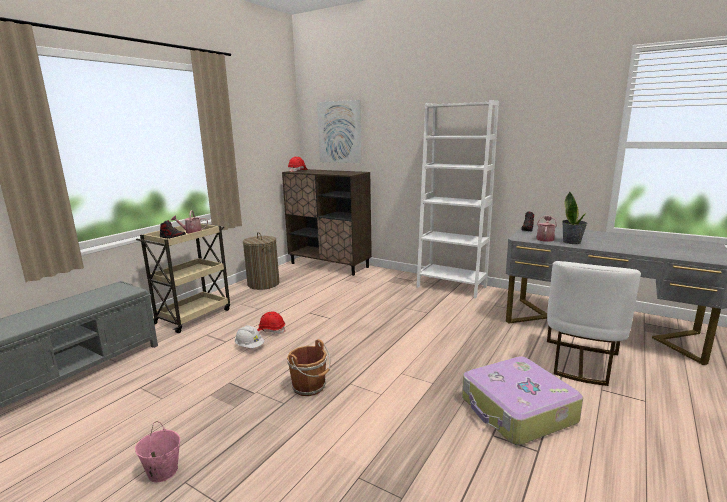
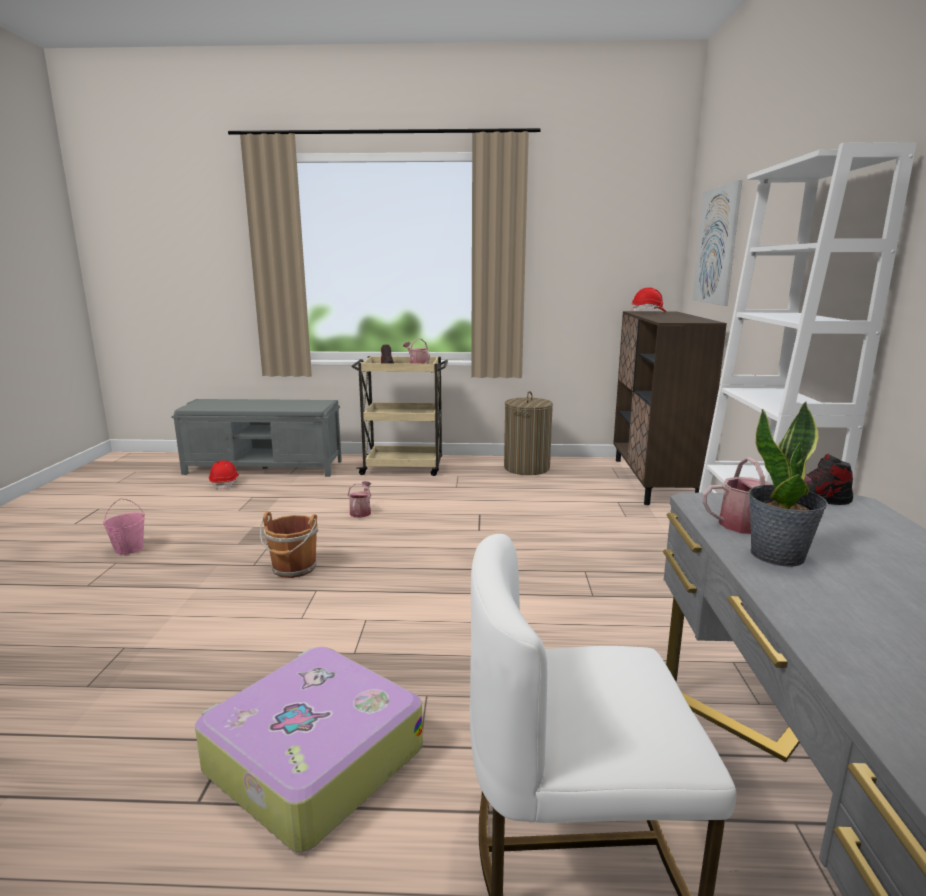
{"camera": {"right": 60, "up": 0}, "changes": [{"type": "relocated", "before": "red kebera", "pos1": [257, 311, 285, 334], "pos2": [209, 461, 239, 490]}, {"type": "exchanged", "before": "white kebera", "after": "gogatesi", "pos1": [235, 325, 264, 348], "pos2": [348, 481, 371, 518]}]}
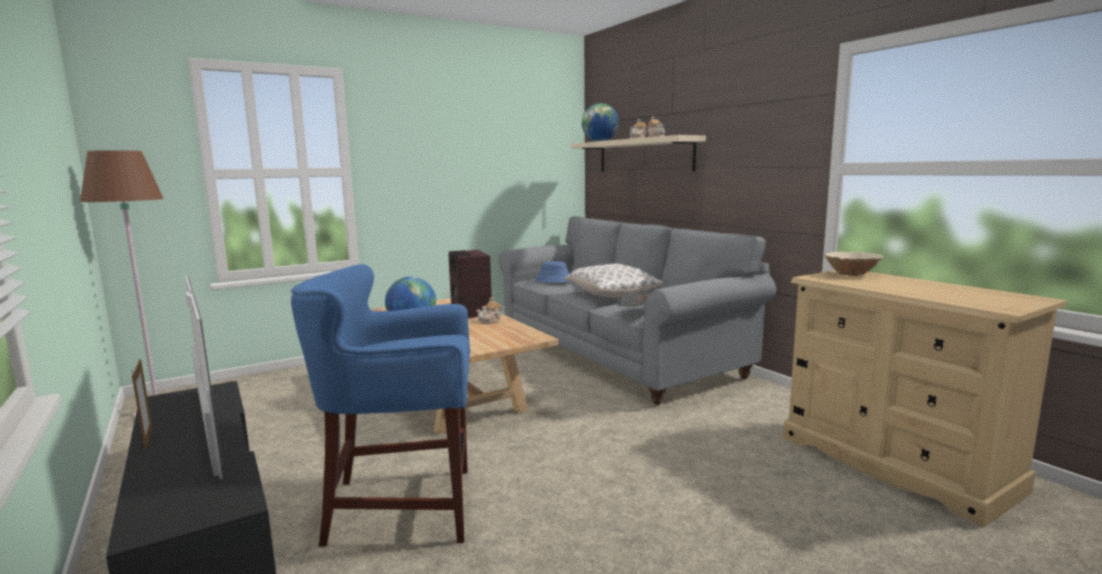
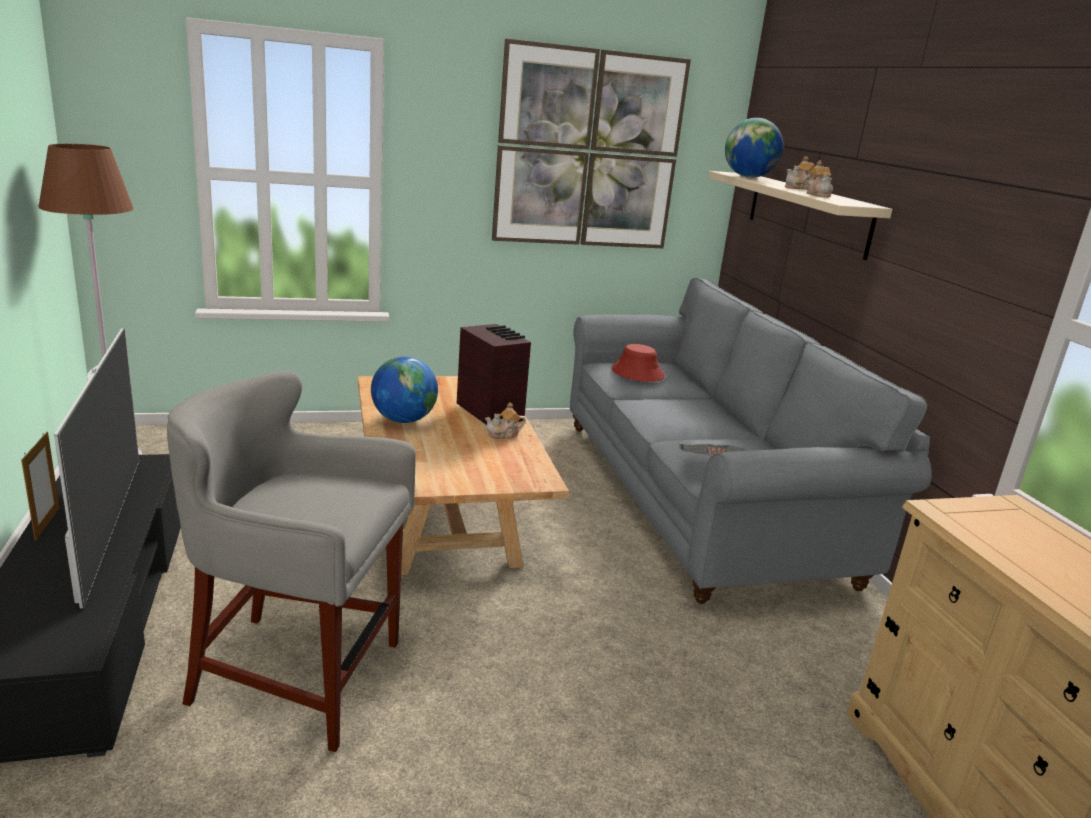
{"camera": {"right": 15, "up": 10}, "changes": [{"type": "colour", "before": "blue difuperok", "after": "grey difuperok", "pos1": [291, 264, 470, 547], "pos2": [167, 371, 416, 752]}, {"type": "spun", "before": "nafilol", "pos1": [449, 250, 492, 318], "pos2": [457, 324, 531, 425], "turn": 150}, {"type": "appeared", "after": "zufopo", "pos2": [492, 39, 691, 248]}, {"type": "colour", "before": "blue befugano", "after": "red befugano", "pos1": [535, 261, 570, 283], "pos2": [611, 344, 665, 382]}, {"type": "missing", "before": "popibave", "pos1": [565, 264, 662, 298]}, {"type": "missing", "before": "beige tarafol", "pos1": [825, 252, 883, 276]}]}
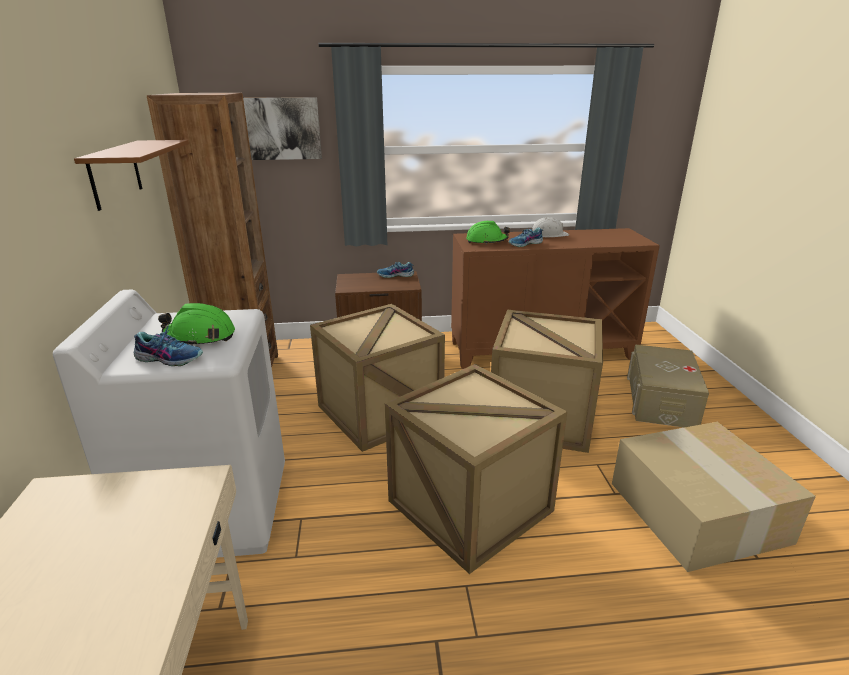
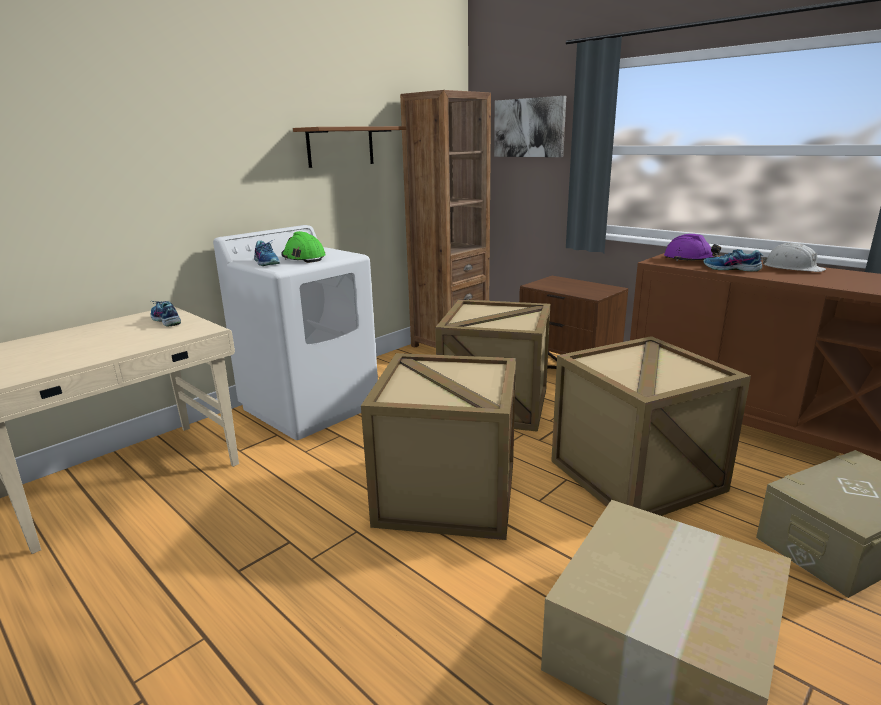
{"camera": {"right": 50, "up": -5}, "changes": [{"type": "relocated", "before": "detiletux", "pos1": [377, 262, 414, 278], "pos2": [151, 301, 181, 327]}, {"type": "colour", "before": "green kebera", "after": "purple kebera", "pos1": [466, 221, 510, 245], "pos2": [664, 234, 721, 261]}]}
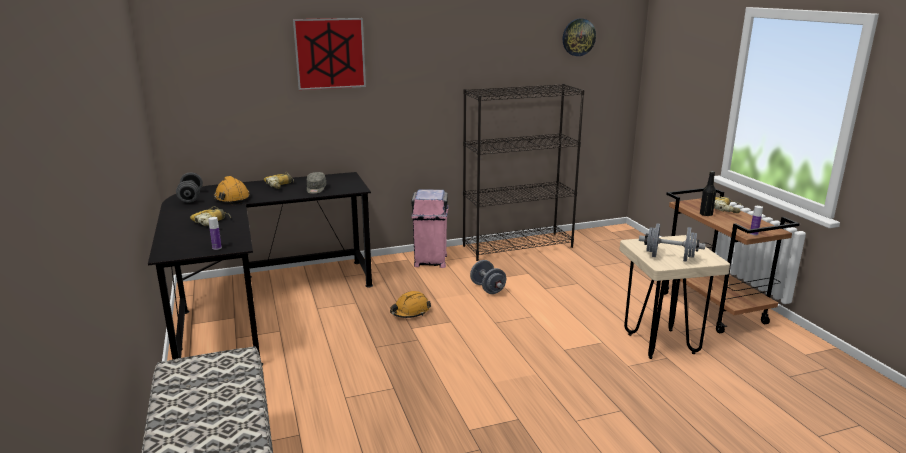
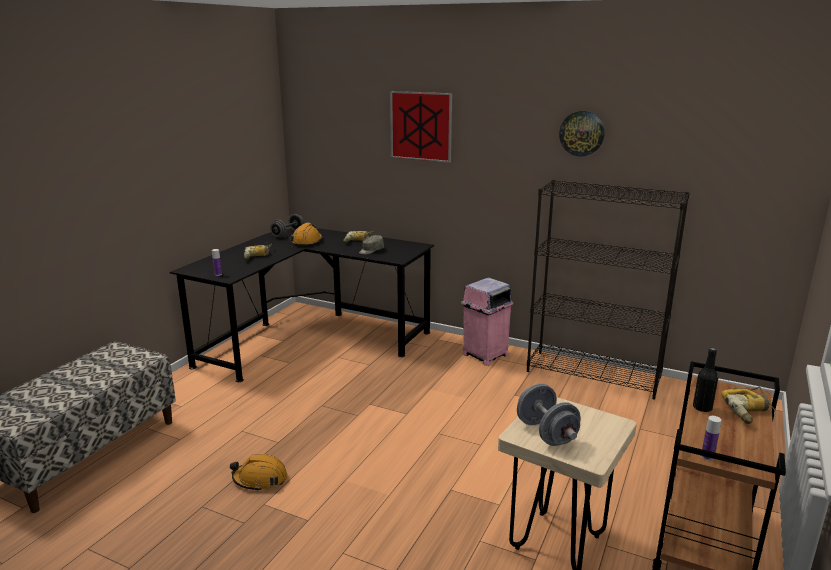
{"camera": {"right": 45, "up": 0}, "changes": [{"type": "relocated", "before": "orange kebera", "pos1": [390, 291, 431, 318], "pos2": [230, 454, 287, 492]}, {"type": "relocated", "before": "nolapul", "pos1": [563, 19, 596, 56], "pos2": [559, 111, 605, 157]}, {"type": "missing", "before": "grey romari", "pos1": [470, 260, 506, 294]}]}
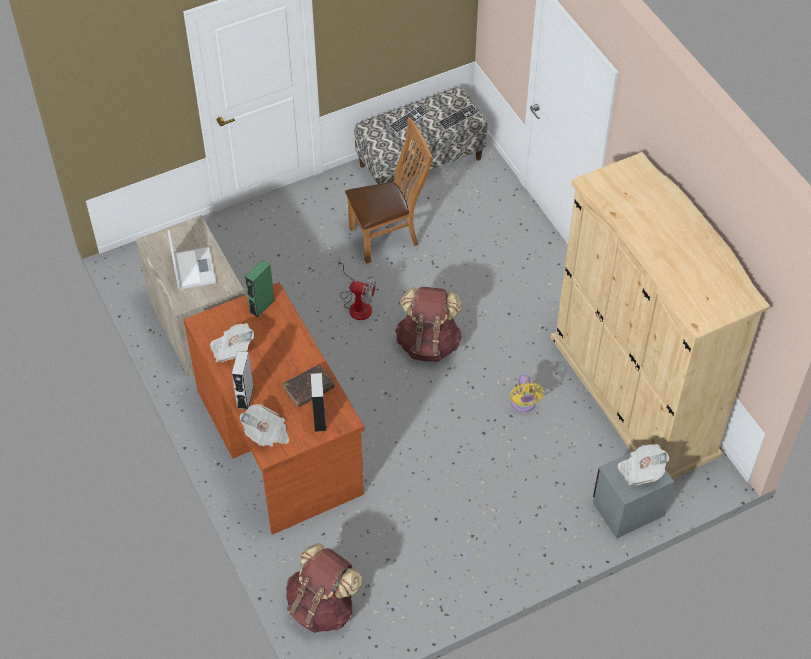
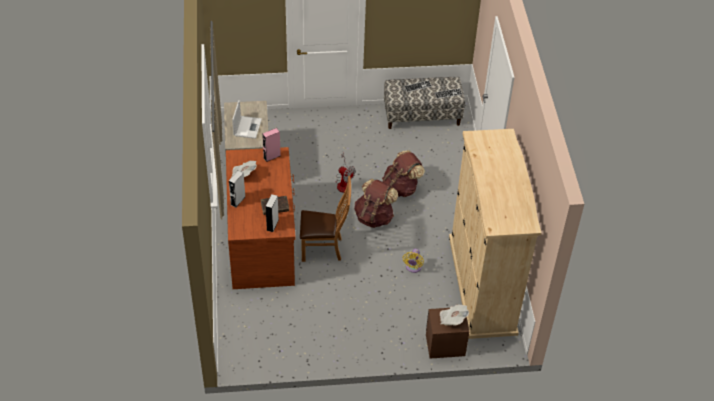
{"camera": {"right": 20, "up": -5}, "changes": [{"type": "colour", "before": "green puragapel", "after": "pink puragapel", "pos1": [245, 260, 275, 318], "pos2": [262, 128, 281, 162]}, {"type": "relocated", "before": "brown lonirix", "pos1": [345, 117, 432, 264], "pos2": [300, 176, 351, 262]}, {"type": "relocated", "before": "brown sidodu", "pos1": [286, 543, 362, 633], "pos2": [382, 150, 425, 197]}, {"type": "colour", "before": "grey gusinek", "after": "brown gusinek", "pos1": [593, 451, 674, 538], "pos2": [426, 308, 469, 359]}, {"type": "missing", "before": "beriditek", "pos1": [240, 404, 289, 447]}]}
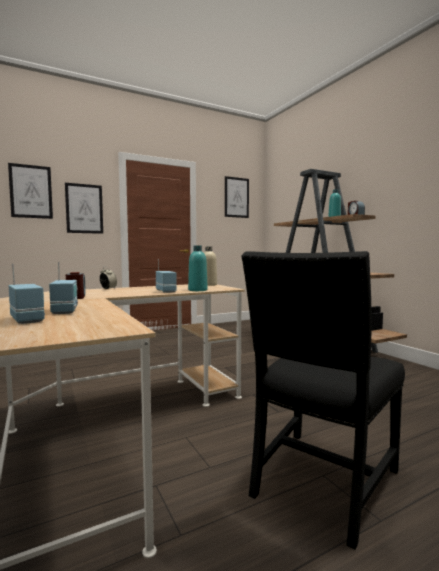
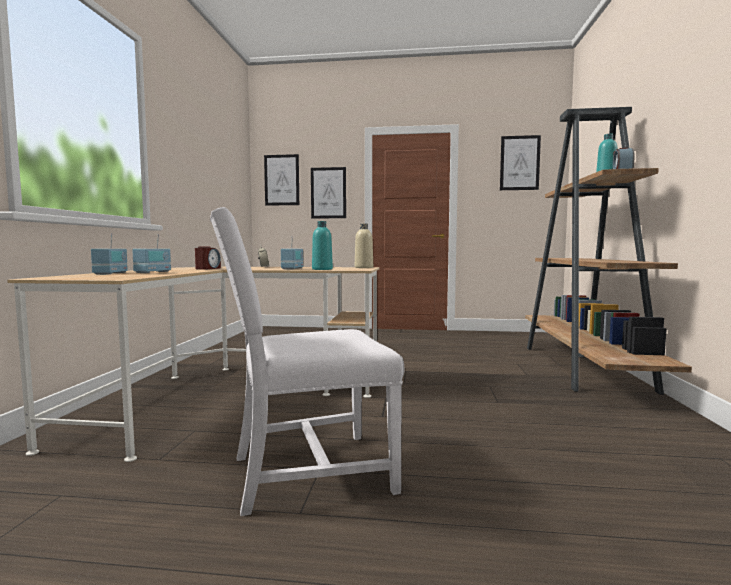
{"camera": {"right": 35, "up": 0}, "changes": [{"type": "colour", "before": "black lonirix", "after": "white lonirix", "pos1": [241, 251, 405, 550], "pos2": [210, 207, 404, 516]}]}
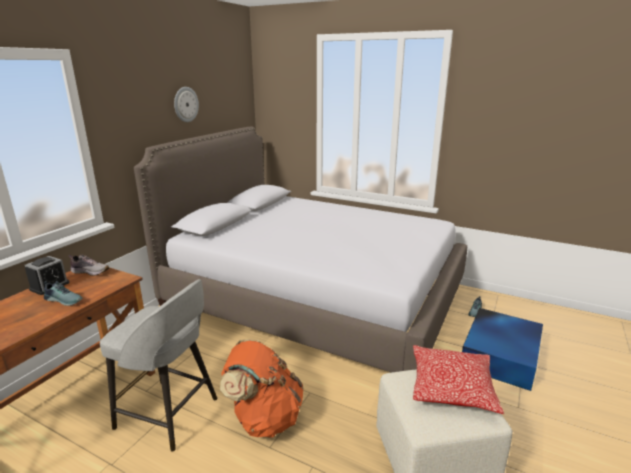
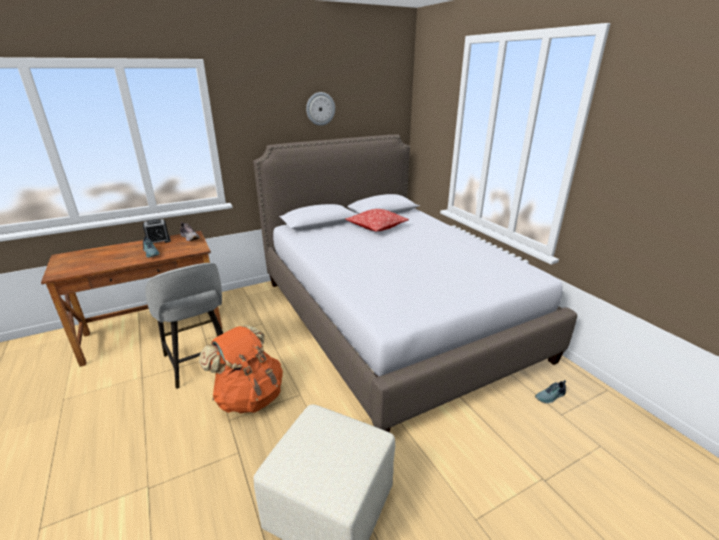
{"camera": {"right": 35, "up": 5}, "changes": [{"type": "relocated", "before": "popibave", "pos1": [413, 345, 504, 414], "pos2": [346, 209, 409, 232]}, {"type": "missing", "before": "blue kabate", "pos1": [462, 308, 543, 391]}]}
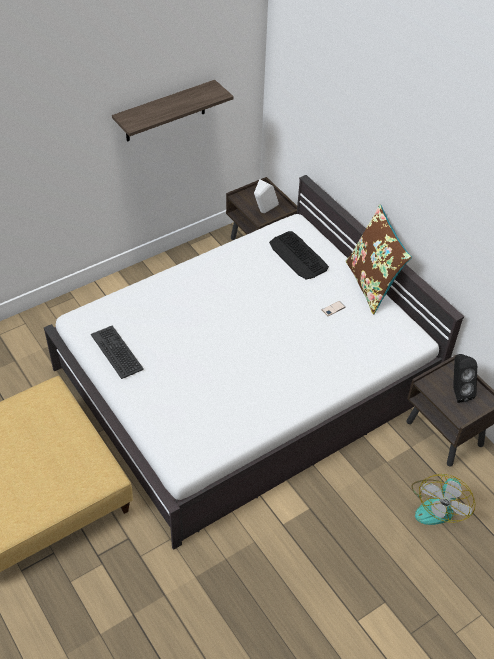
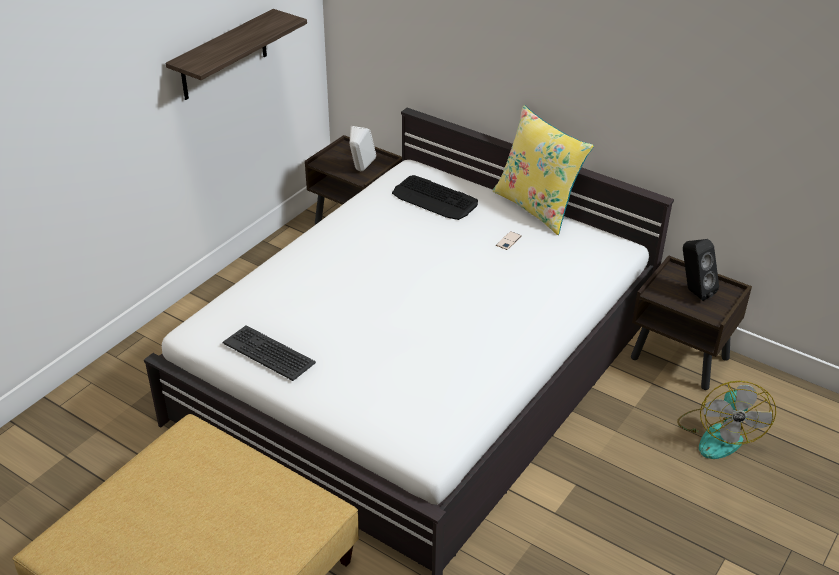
{"camera": {"right": -20, "up": -10}, "changes": [{"type": "colour", "before": "brown popibave", "after": "yellow popibave", "pos1": [346, 204, 412, 315], "pos2": [493, 105, 594, 235]}]}
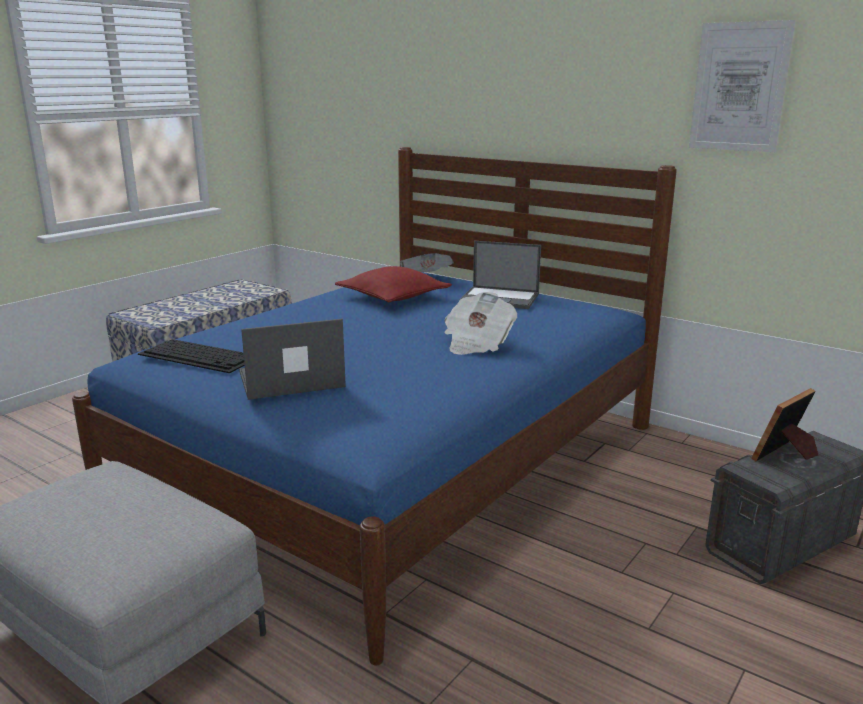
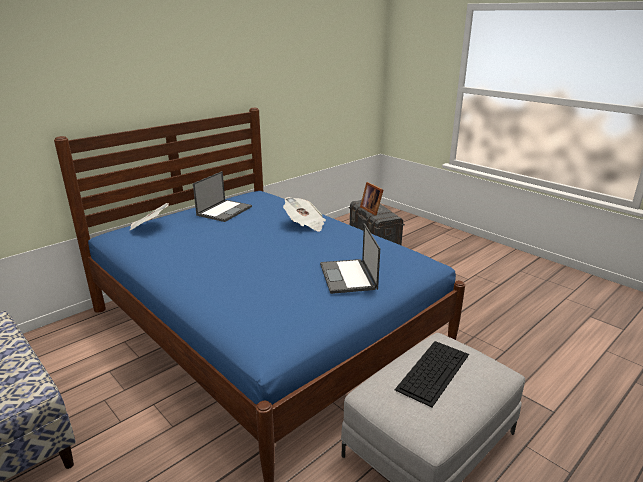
{"camera": {"right": -80, "up": 5}, "changes": [{"type": "relocated", "before": "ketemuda", "pos1": [138, 339, 245, 373], "pos2": [395, 341, 469, 407]}, {"type": "missing", "before": "red popibave", "pos1": [335, 266, 452, 302]}, {"type": "missing", "before": "zufopo", "pos1": [689, 20, 796, 152]}]}
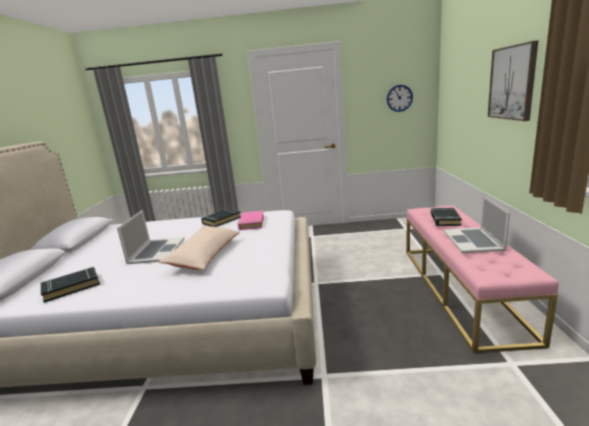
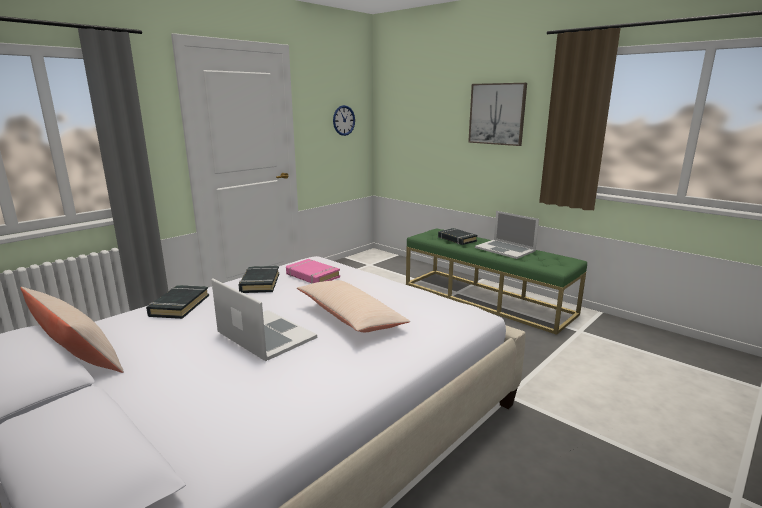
{"camera": {"right": -50, "up": 0}, "changes": [{"type": "appeared", "after": "beige popibave", "pos2": [20, 287, 124, 373]}, {"type": "relocated", "before": "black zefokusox", "pos1": [41, 267, 100, 303], "pos2": [146, 285, 209, 319]}, {"type": "colour", "before": "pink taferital", "after": "green taferital", "pos1": [407, 206, 559, 353], "pos2": [406, 228, 587, 335]}]}
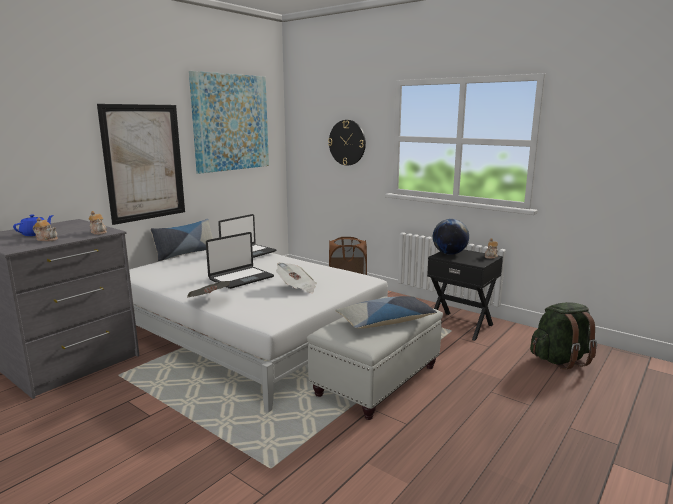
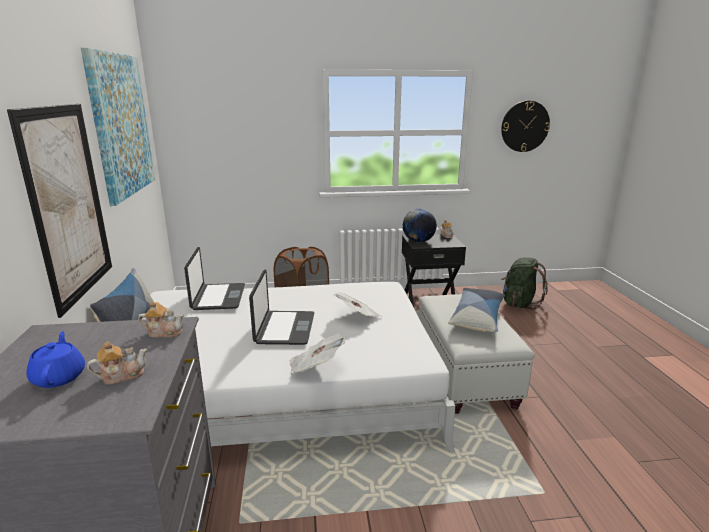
{"camera": {"right": -45, "up": 5}, "changes": [{"type": "relocated", "before": "nolapul", "pos1": [328, 120, 366, 166], "pos2": [501, 101, 550, 152]}]}
